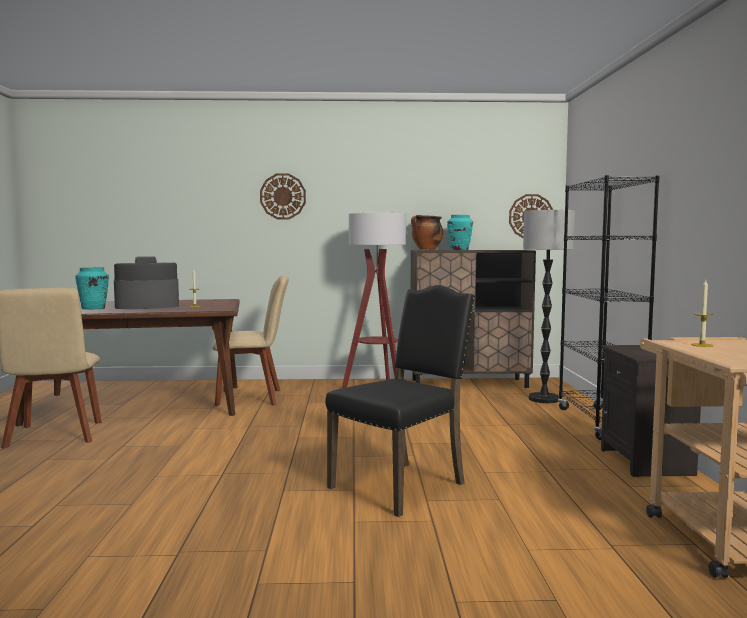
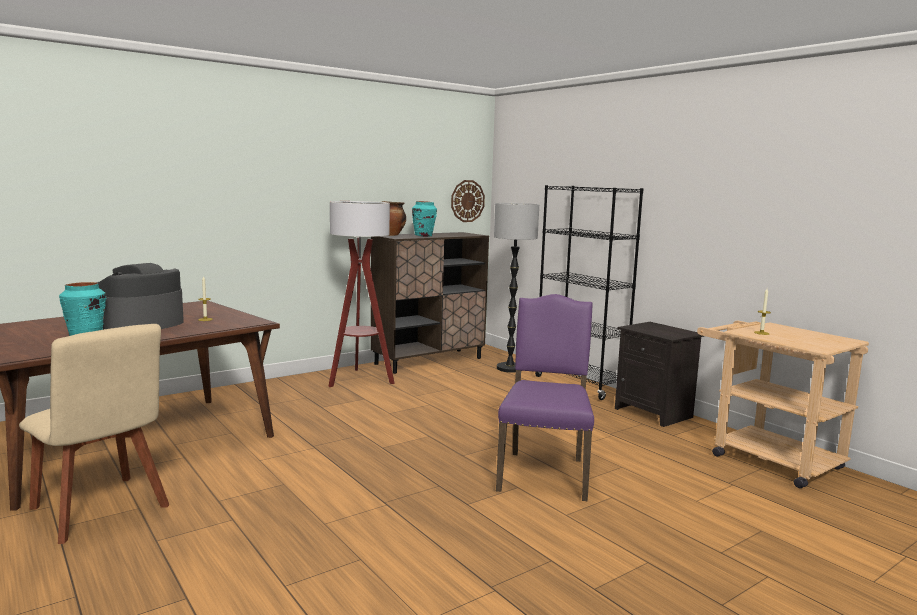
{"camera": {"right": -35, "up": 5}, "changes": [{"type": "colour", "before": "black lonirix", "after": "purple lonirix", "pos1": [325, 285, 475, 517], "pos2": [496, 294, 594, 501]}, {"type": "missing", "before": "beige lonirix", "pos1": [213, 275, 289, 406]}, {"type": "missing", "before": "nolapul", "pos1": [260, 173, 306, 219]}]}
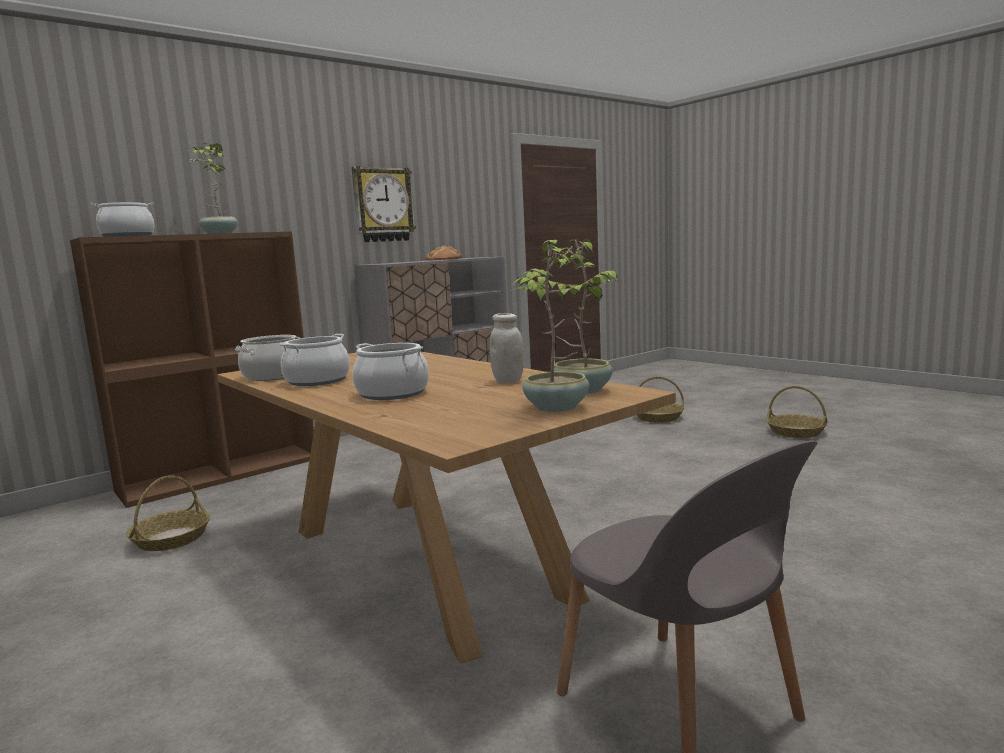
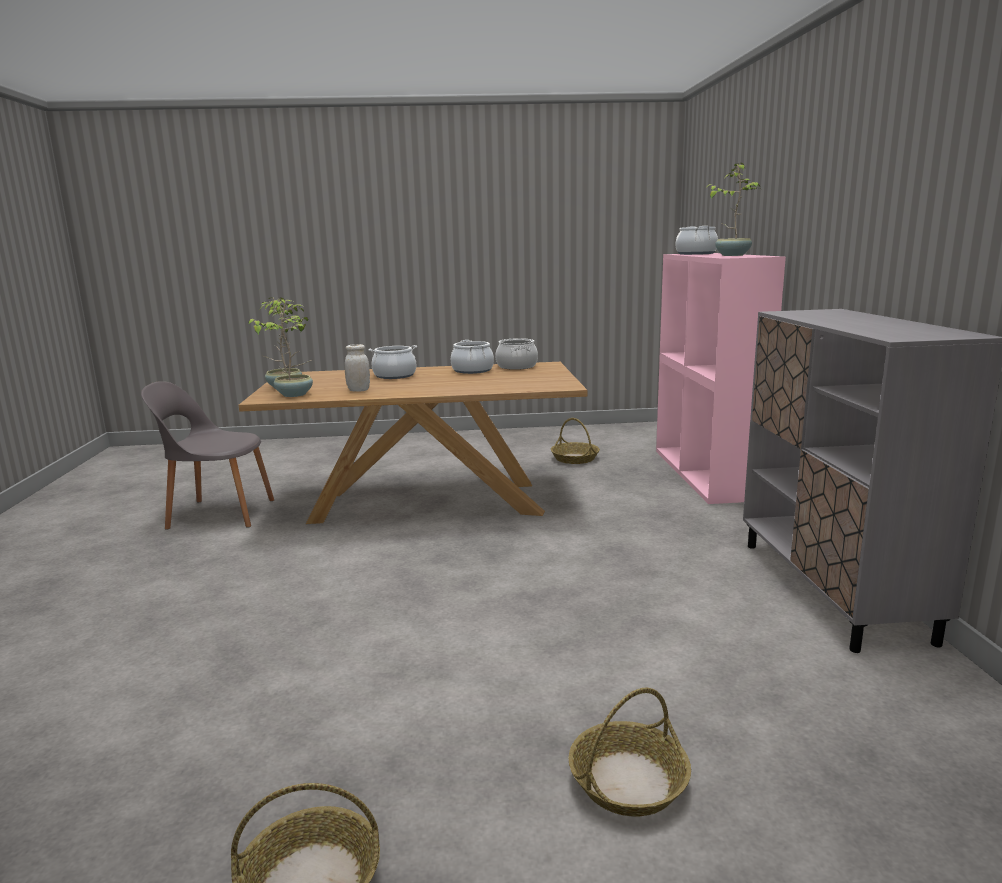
{"camera": {"right": 125, "up": 5}, "changes": [{"type": "colour", "before": "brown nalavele", "after": "pink nalavele", "pos1": [70, 232, 314, 508], "pos2": [656, 253, 786, 504]}, {"type": "missing", "before": "nolapul", "pos1": [351, 166, 416, 242]}, {"type": "missing", "before": "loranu", "pos1": [426, 246, 462, 261]}]}
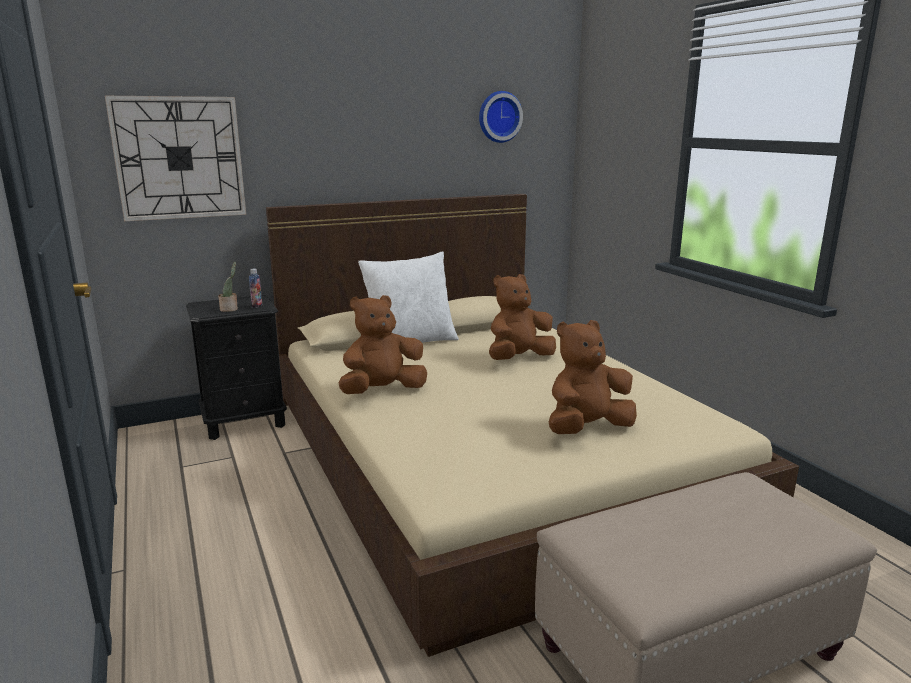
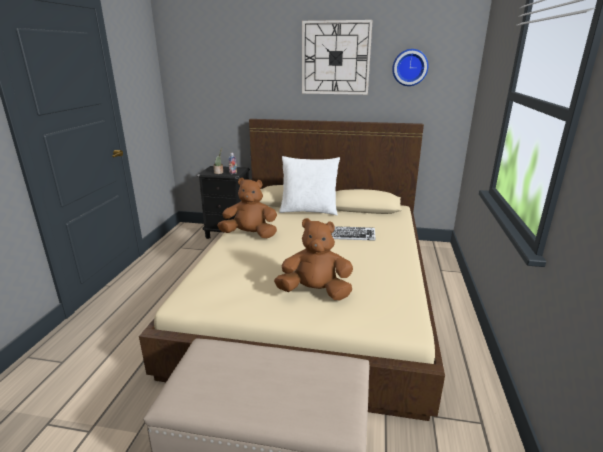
{"camera": {"right": 35, "up": 5}, "changes": [{"type": "relocated", "before": "nolapul", "pos1": [105, 96, 246, 221], "pos2": [302, 20, 373, 95]}, {"type": "exchanged", "before": "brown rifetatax", "after": "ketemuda", "pos1": [489, 274, 556, 360], "pos2": [331, 226, 376, 241]}]}
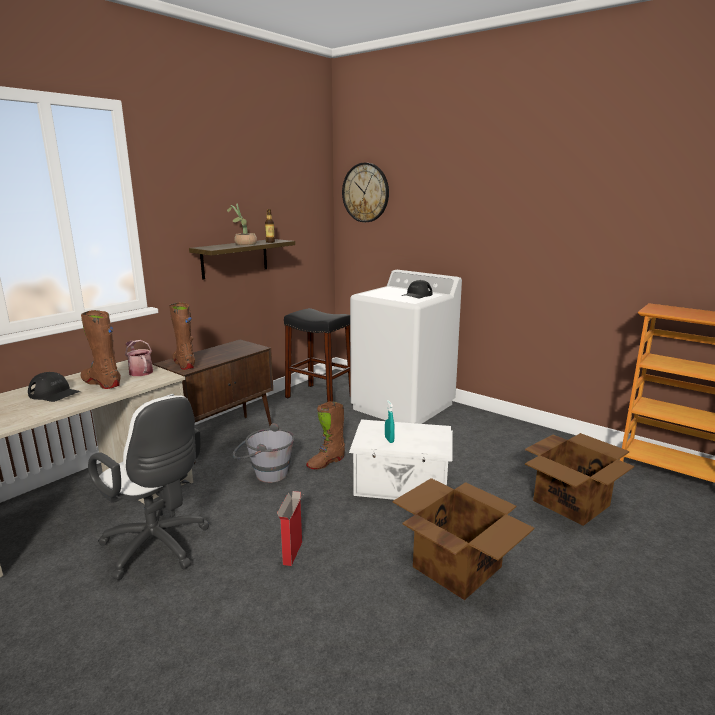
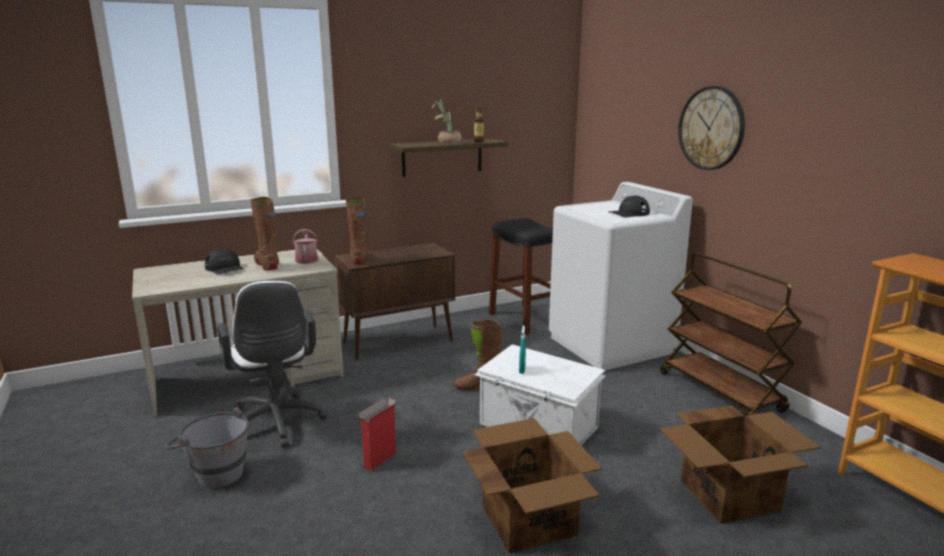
{"camera": {"right": 25, "up": 0}, "changes": [{"type": "relocated", "before": "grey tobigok", "pos1": [232, 423, 295, 483], "pos2": [165, 407, 249, 489]}, {"type": "appeared", "after": "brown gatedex", "pos2": [660, 253, 802, 416]}, {"type": "relocated", "before": "nolapul", "pos1": [342, 163, 389, 222], "pos2": [678, 86, 745, 170]}]}
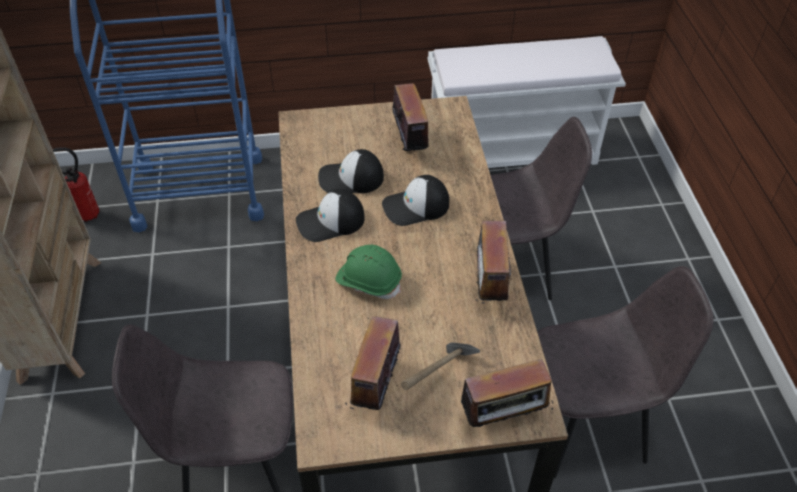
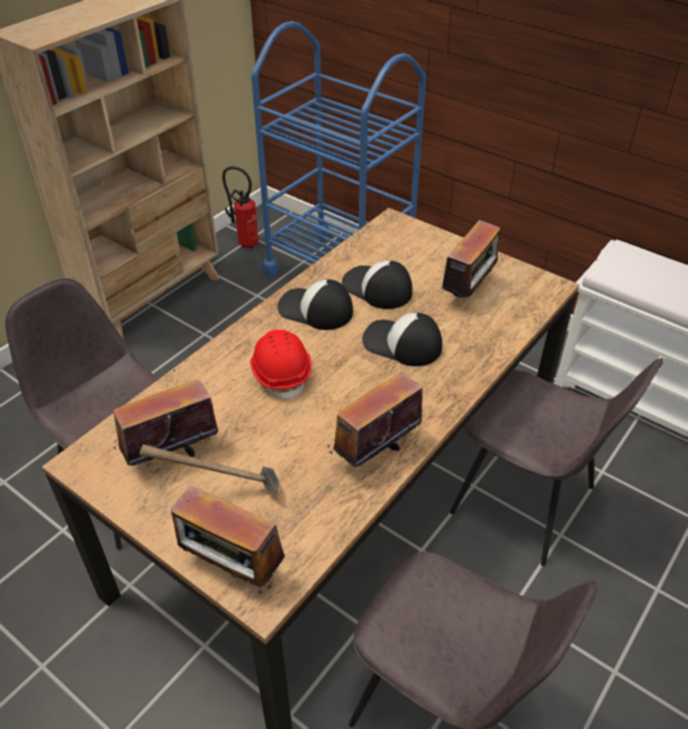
{"camera": {"right": 45, "up": -5}, "changes": [{"type": "colour", "before": "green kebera", "after": "red kebera", "pos1": [335, 245, 402, 299], "pos2": [250, 329, 312, 401]}]}
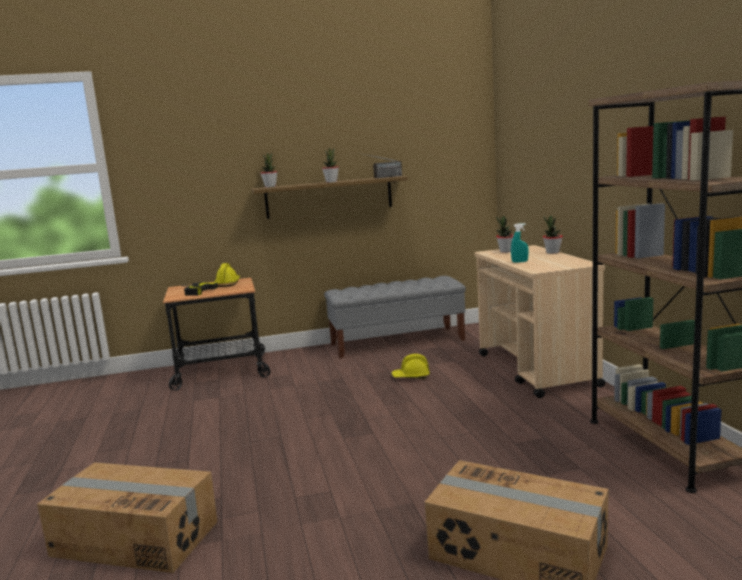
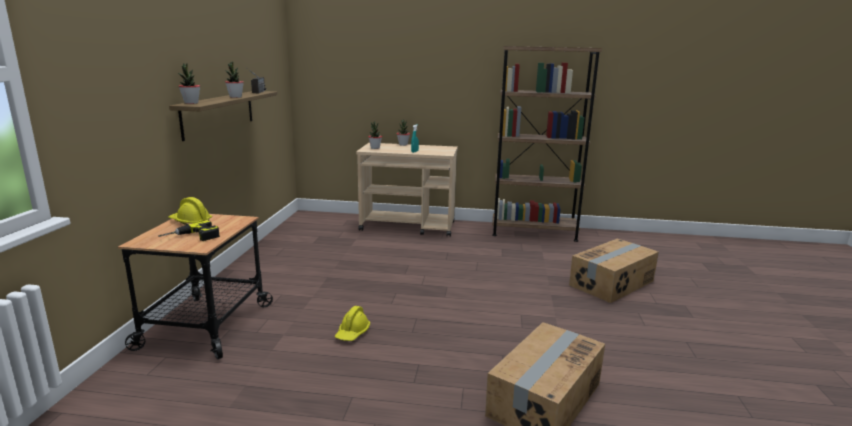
{"camera": {"right": -70, "up": 5}, "changes": [{"type": "relocated", "before": "yellow kebera", "pos1": [391, 354, 430, 379], "pos2": [335, 306, 370, 341]}, {"type": "missing", "before": "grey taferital", "pos1": [324, 276, 466, 359]}]}
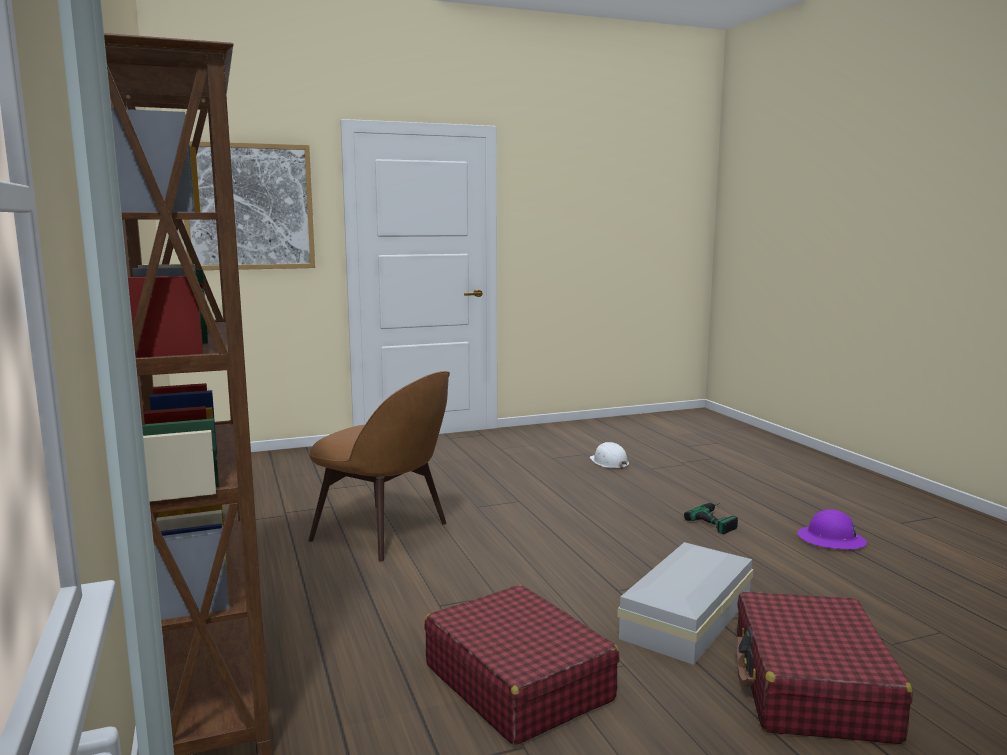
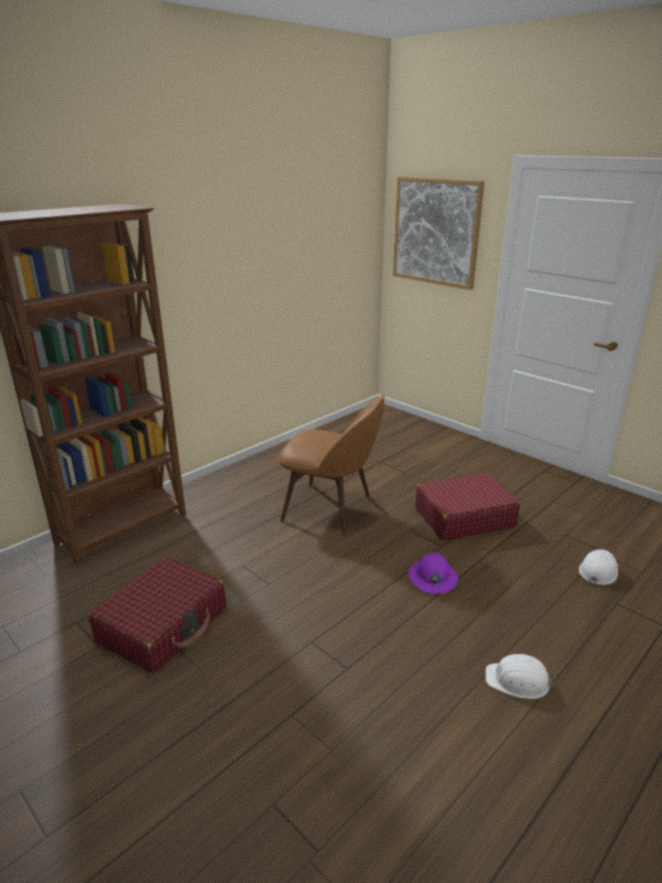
{"camera": {"right": 65, "up": 15}, "changes": [{"type": "spun", "before": "brown lonirix", "pos1": [308, 371, 450, 562], "pos2": [278, 395, 385, 536], "turn": -75}, {"type": "relocated", "before": "purple kebera", "pos1": [798, 509, 867, 550], "pos2": [409, 553, 458, 594]}, {"type": "relocated", "before": "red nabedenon", "pos1": [737, 592, 913, 744], "pos2": [416, 472, 520, 541]}, {"type": "exchanged", "before": "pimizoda", "after": "white kebera", "pos1": [684, 503, 738, 534], "pos2": [485, 654, 555, 699]}, {"type": "missing", "before": "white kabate", "pos1": [617, 542, 753, 665]}]}
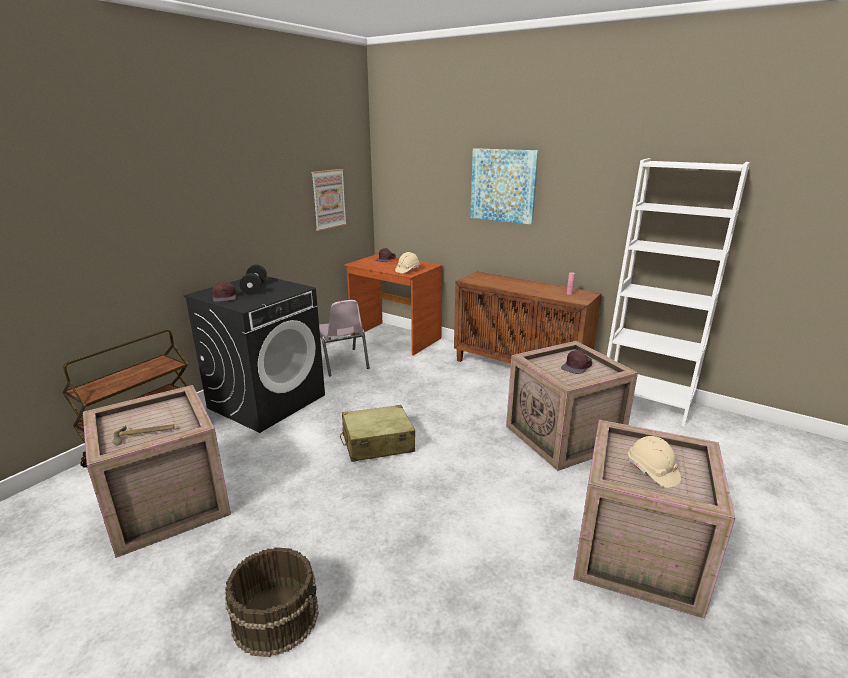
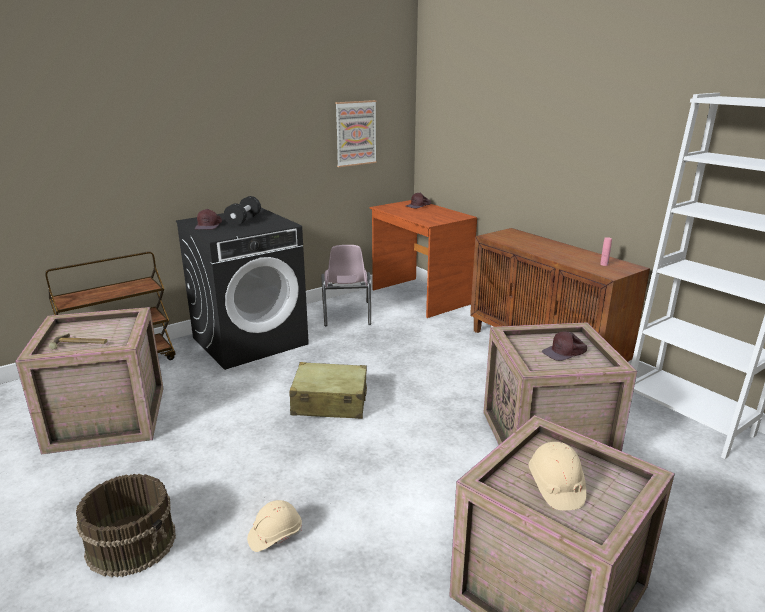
{"camera": {"right": 20, "up": 0}, "changes": [{"type": "relocated", "before": "beige kebera", "pos1": [395, 252, 420, 273], "pos2": [247, 500, 302, 552]}, {"type": "missing", "before": "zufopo", "pos1": [470, 148, 539, 225]}]}
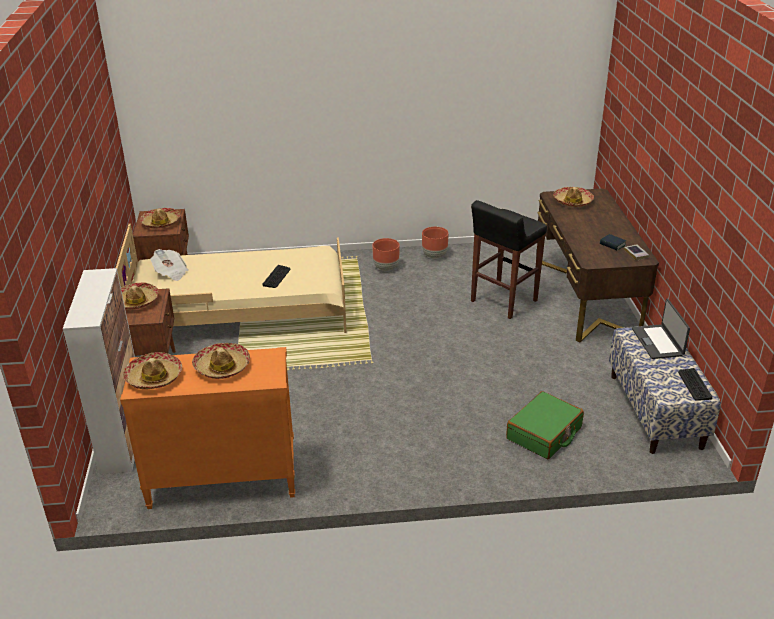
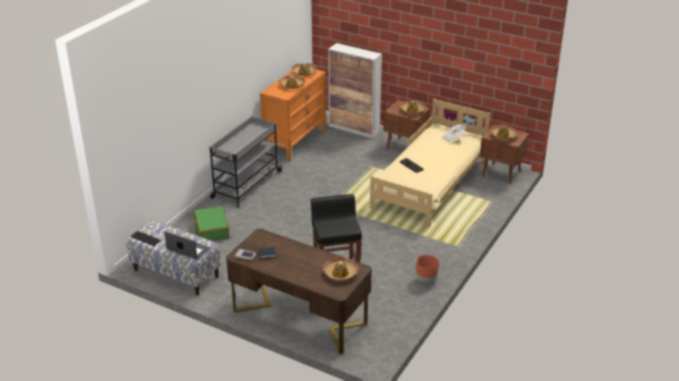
{"camera": {"right": 125, "up": 0}, "changes": [{"type": "appeared", "after": "grey gatedex", "pos2": [209, 116, 282, 207]}, {"type": "missing", "before": "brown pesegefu", "pos1": [372, 238, 400, 271]}]}
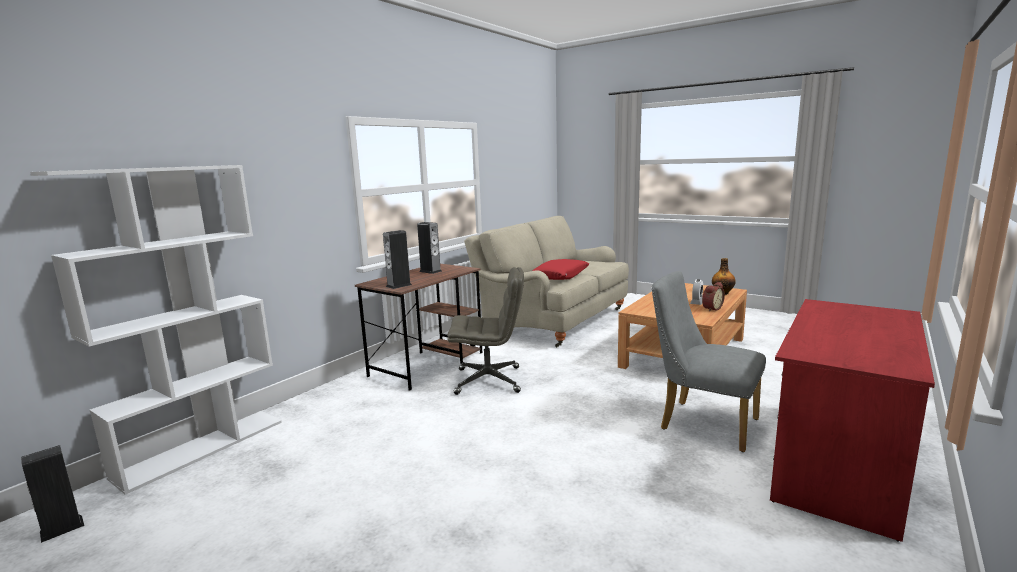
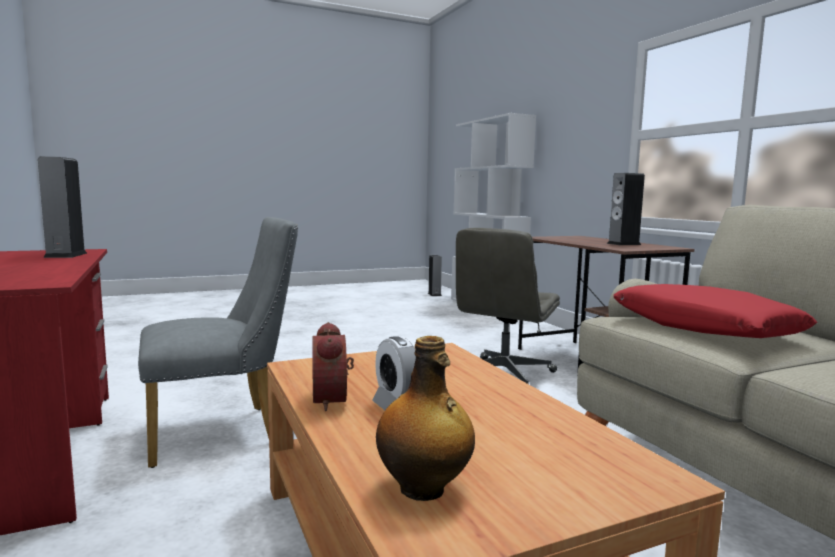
{"camera": {"right": 120, "up": -5}, "changes": [{"type": "relocated", "before": "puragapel", "pos1": [383, 230, 412, 289], "pos2": [38, 156, 87, 258]}]}
